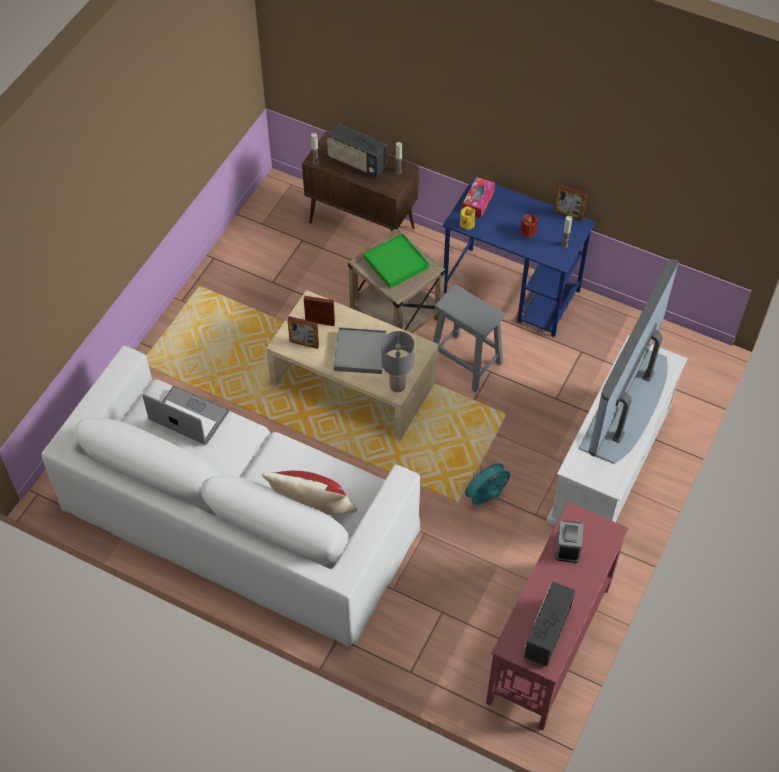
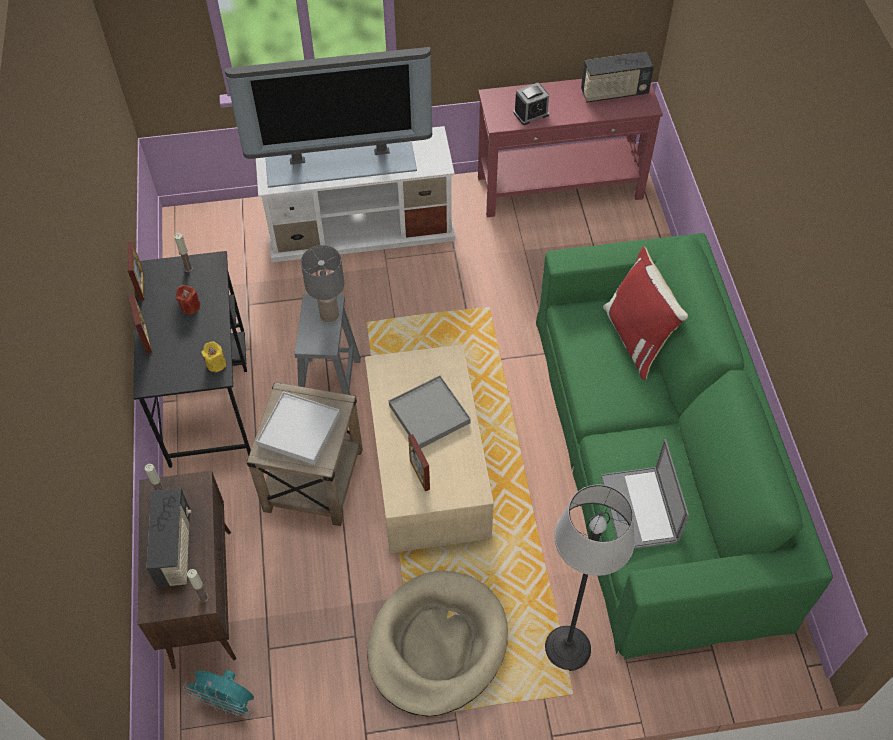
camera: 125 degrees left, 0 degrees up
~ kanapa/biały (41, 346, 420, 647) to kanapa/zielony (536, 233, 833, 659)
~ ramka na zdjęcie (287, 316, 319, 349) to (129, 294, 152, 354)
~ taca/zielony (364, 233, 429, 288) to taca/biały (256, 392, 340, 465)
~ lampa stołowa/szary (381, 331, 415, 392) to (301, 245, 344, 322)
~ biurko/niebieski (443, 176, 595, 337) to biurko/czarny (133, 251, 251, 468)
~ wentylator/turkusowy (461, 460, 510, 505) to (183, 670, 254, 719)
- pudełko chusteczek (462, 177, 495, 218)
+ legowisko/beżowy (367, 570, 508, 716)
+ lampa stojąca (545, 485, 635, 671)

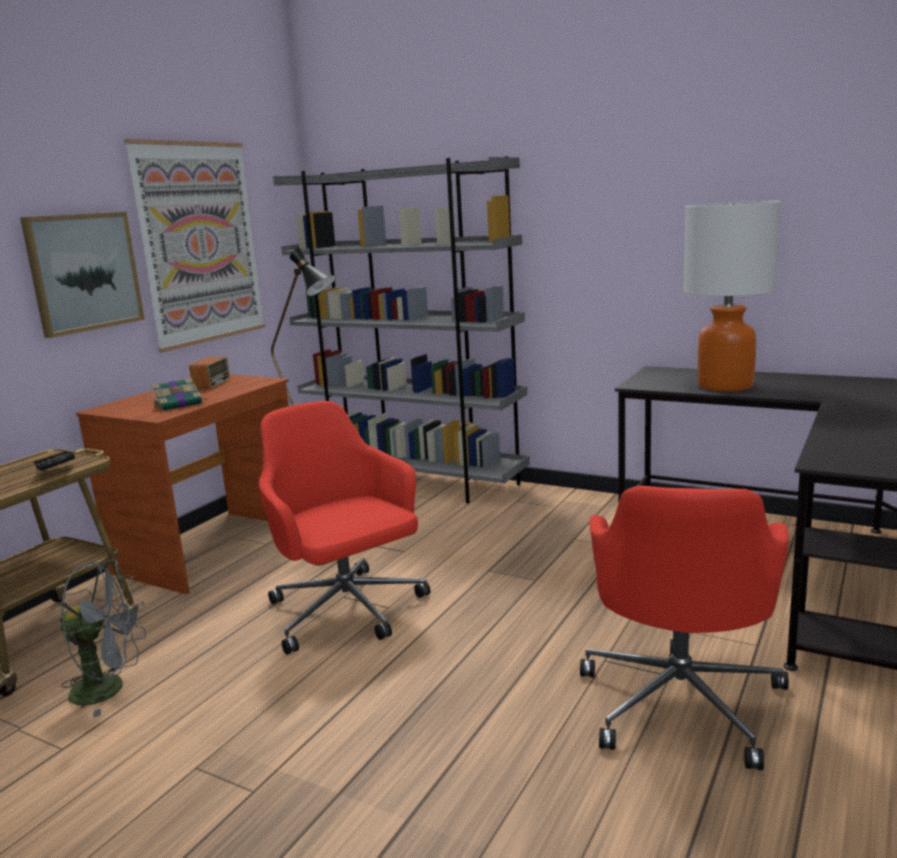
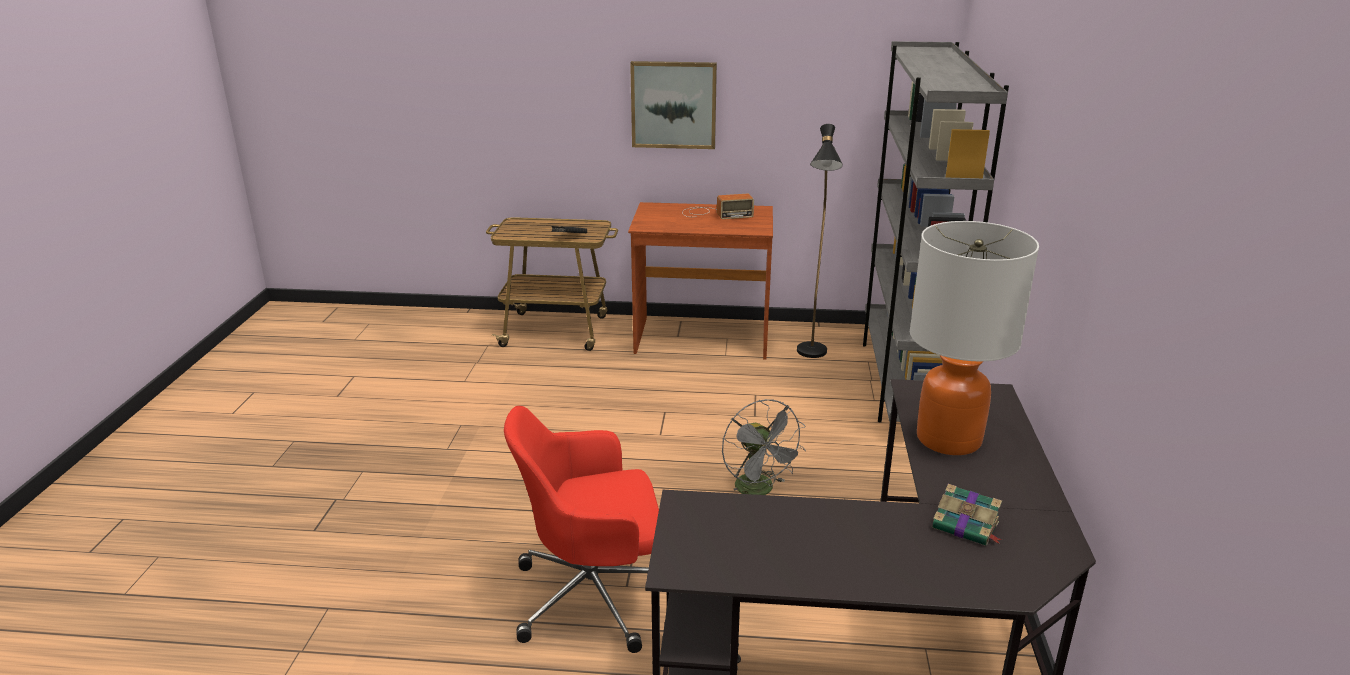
camera: 65 degrees right, 10 degrees up
~ wentylator/szary (59, 559, 146, 718) to (722, 399, 806, 495)
- obraz (124, 139, 265, 352)
~ książka (152, 378, 207, 411) to (932, 484, 1002, 546)
- krzesło biurowe/czerwony (259, 401, 430, 655)

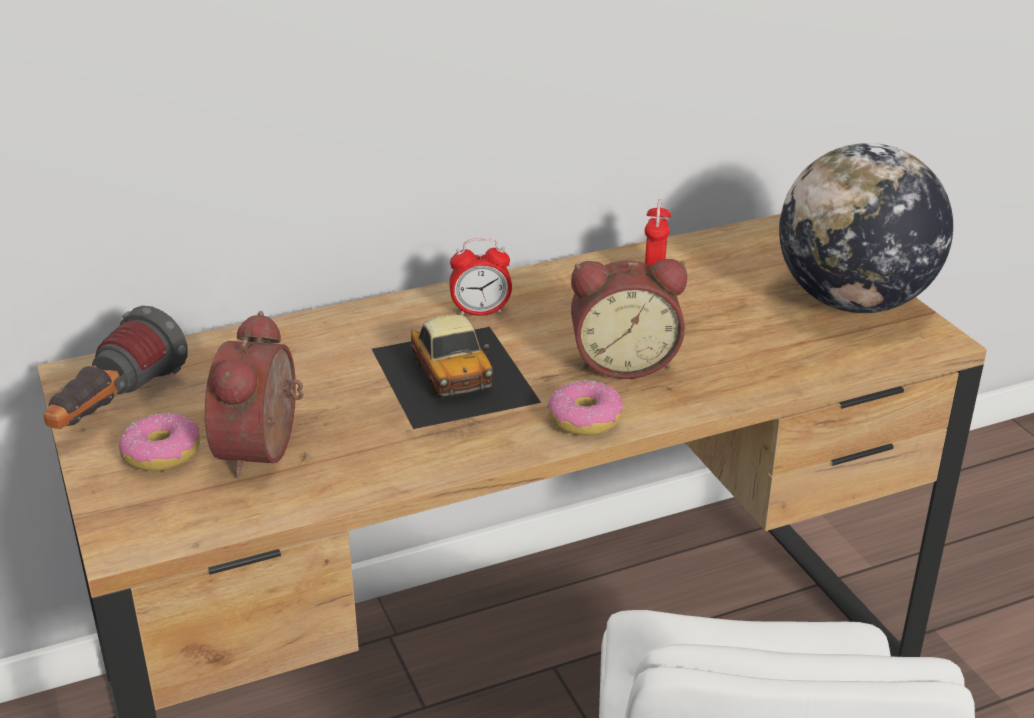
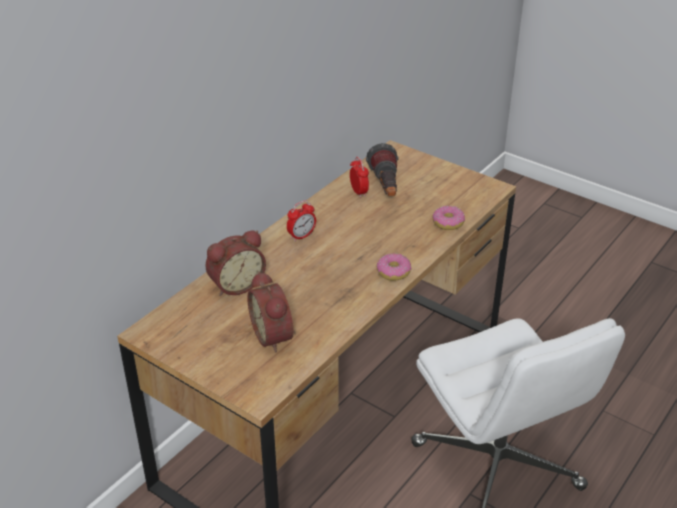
camera: 30 degrees left, 5 degrees up
~ latarka (44, 306, 188, 429) to (366, 143, 398, 196)
~ donut (119, 413, 200, 471) to (433, 206, 465, 230)
- samochodzik (372, 315, 541, 429)
~ budzik (571, 259, 687, 379) to (206, 230, 266, 296)
- globus (779, 143, 953, 313)

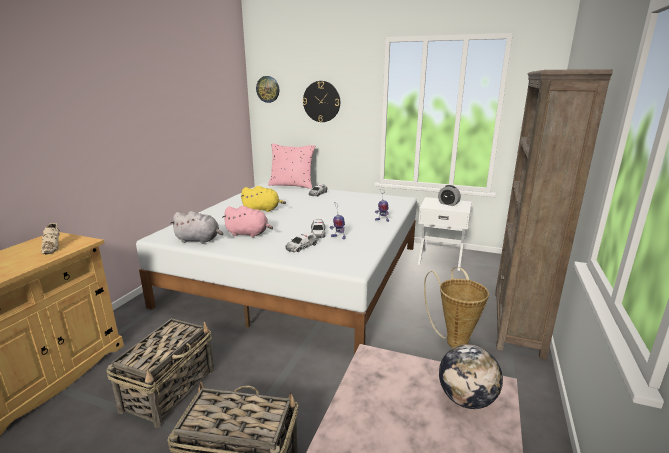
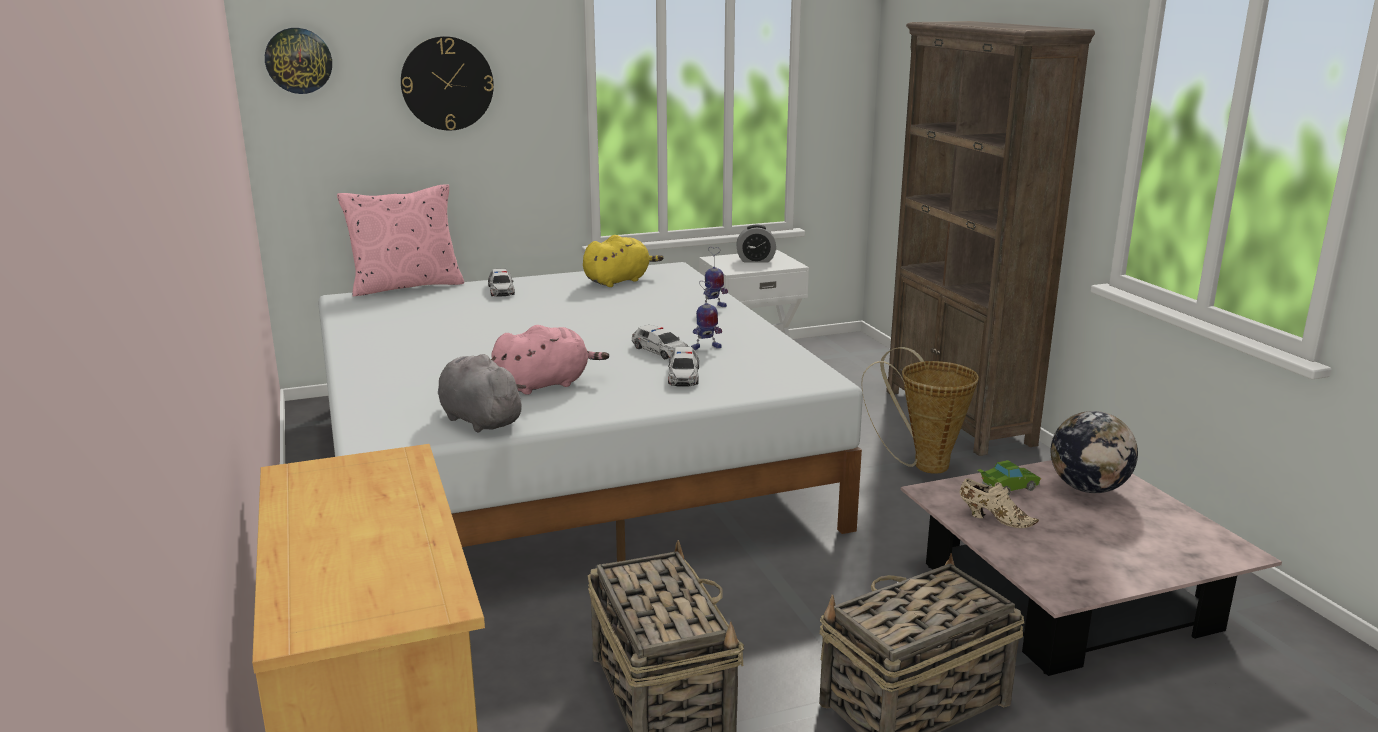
camera: 40 degrees left, 0 degrees up
~ but/beżowy (41, 223, 60, 255) to (960, 478, 1039, 528)
~ pluszak/szary (170, 211, 223, 244) = (438, 354, 526, 433) 105 degrees counterclockwise
~ pluszak/żółty (241, 186, 286, 212) to (583, 235, 664, 287)
+ samochodzik/zielony (977, 460, 1041, 495)

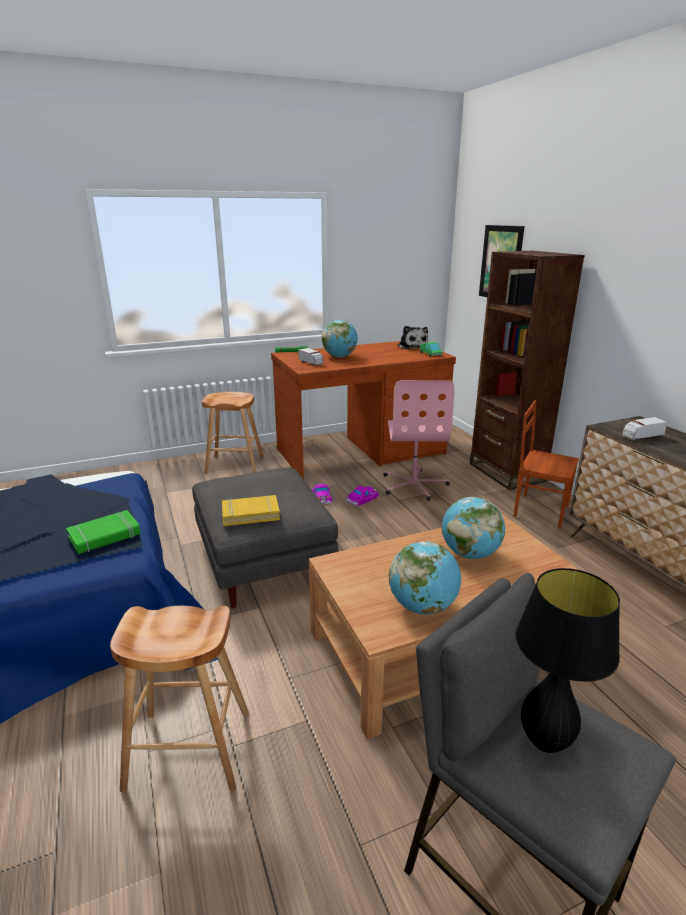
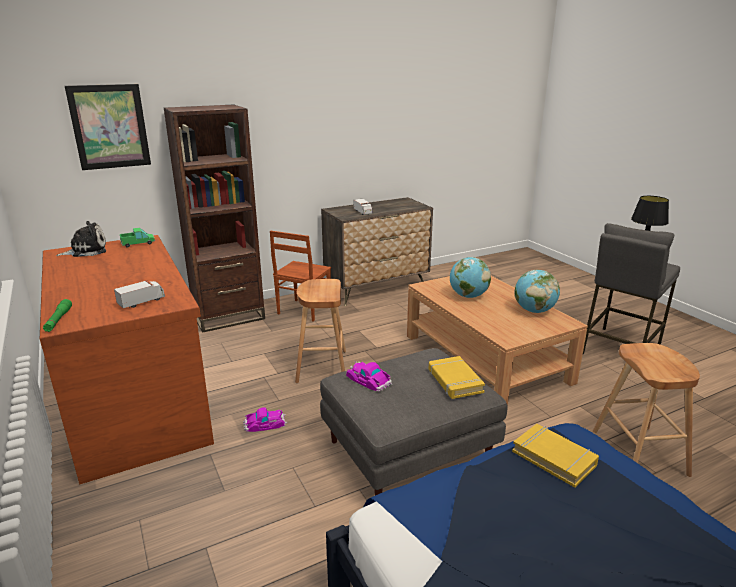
camera: 95 degrees left, 0 degrees up
~ książka/zielony (66, 510, 141, 554) to książka/żółty (512, 424, 599, 488)
~ stołek/brązowy (202, 392, 264, 473) to (295, 279, 346, 383)
- globus (322, 320, 358, 357)
~ samochodzik (346, 486, 379, 506) to (346, 361, 393, 391)
- krzesło biurowe/różowy (383, 380, 454, 501)

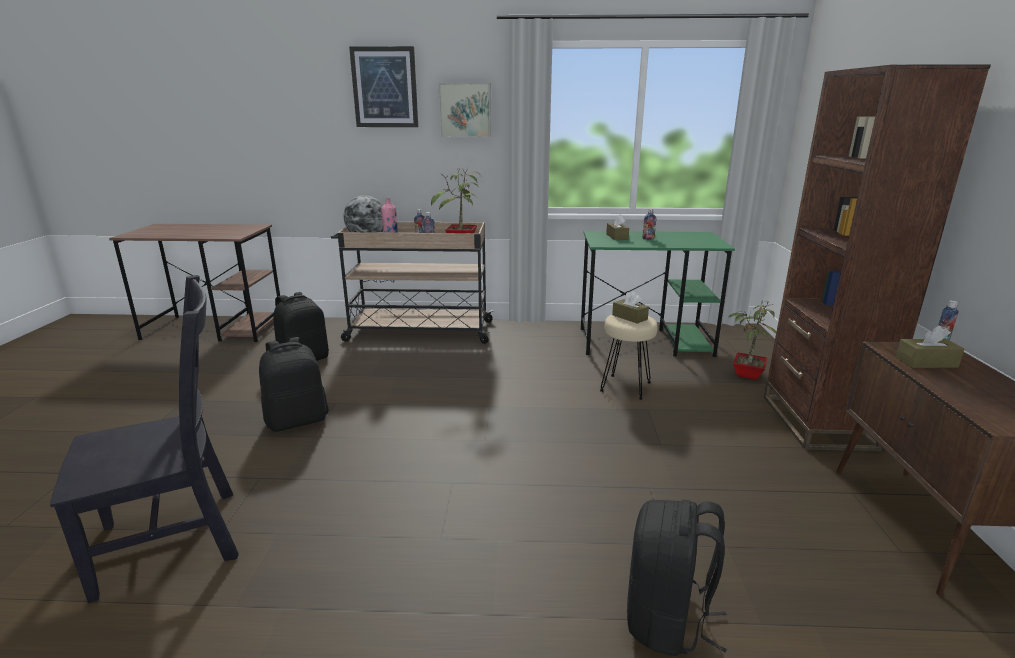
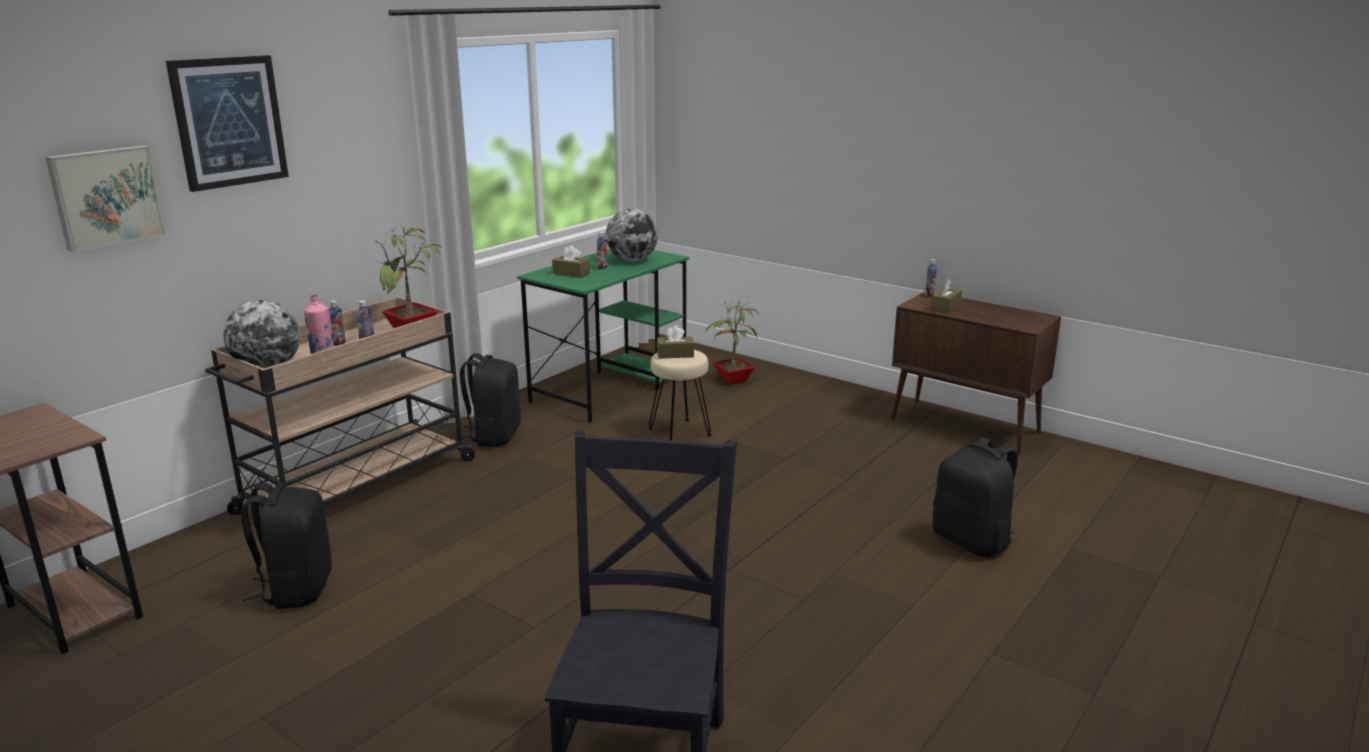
camera: 55 degrees left, 0 degrees up
~ plecak/czarny (259, 337, 329, 432) to (460, 353, 521, 447)
~ obraz (438, 83, 491, 137) to (46, 146, 166, 252)
- regał/brązowy (764, 64, 991, 451)
+ globus (606, 209, 658, 262)

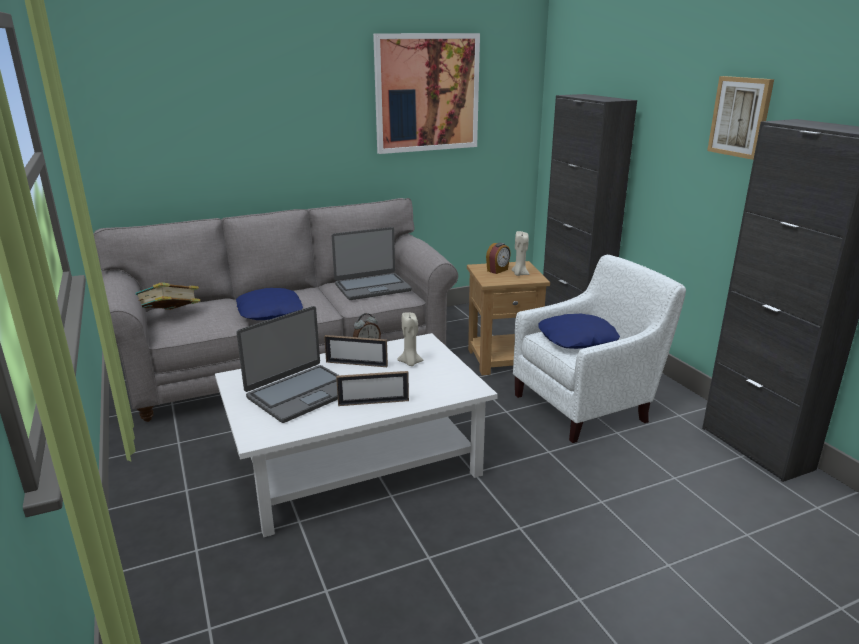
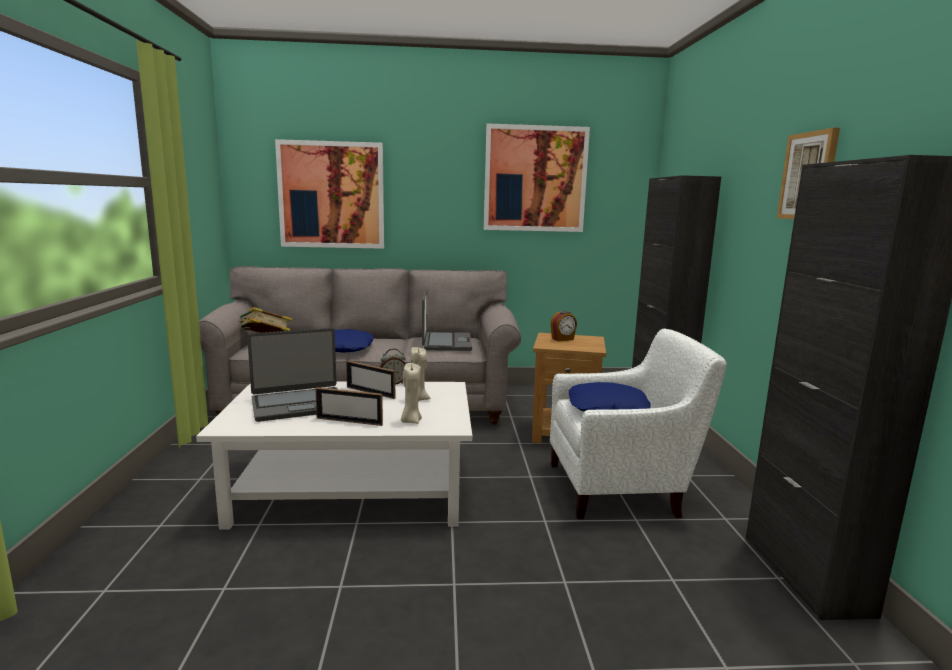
camera: 20 degrees right, 10 degrees down
~ laptop (332, 227, 412, 300) = (422, 289, 472, 351) 90 degrees counterclockwise
~ świeca/beżowy (512, 231, 529, 276) to (401, 363, 422, 424)
+ obraz (275, 139, 384, 249)

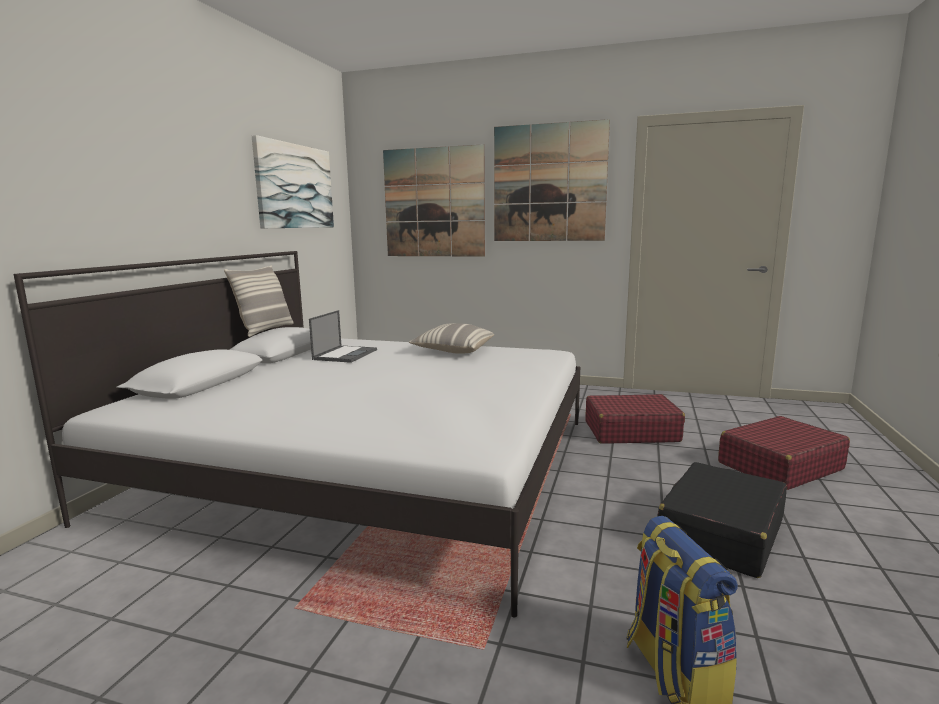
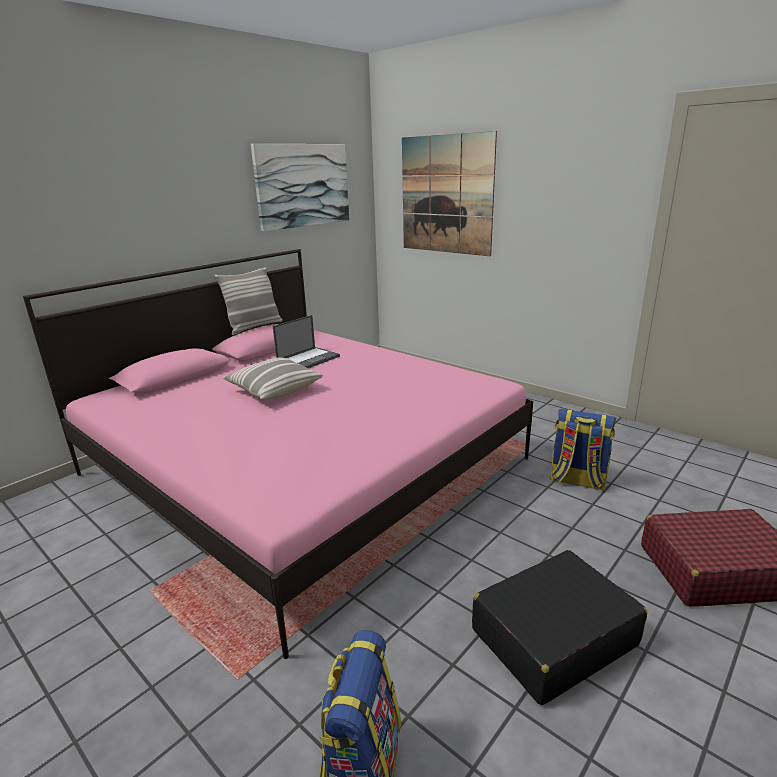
camera: 25 degrees right, 10 degrees up
~ łóżko/biały (14, 251, 580, 617) to łóżko/różowy (23, 249, 533, 659)
~ poduszka (409, 323, 494, 353) to (223, 357, 323, 400)
- obraz (494, 119, 610, 241)
~ walizka/czerwony (585, 394, 685, 443) to plecak (550, 409, 616, 491)

